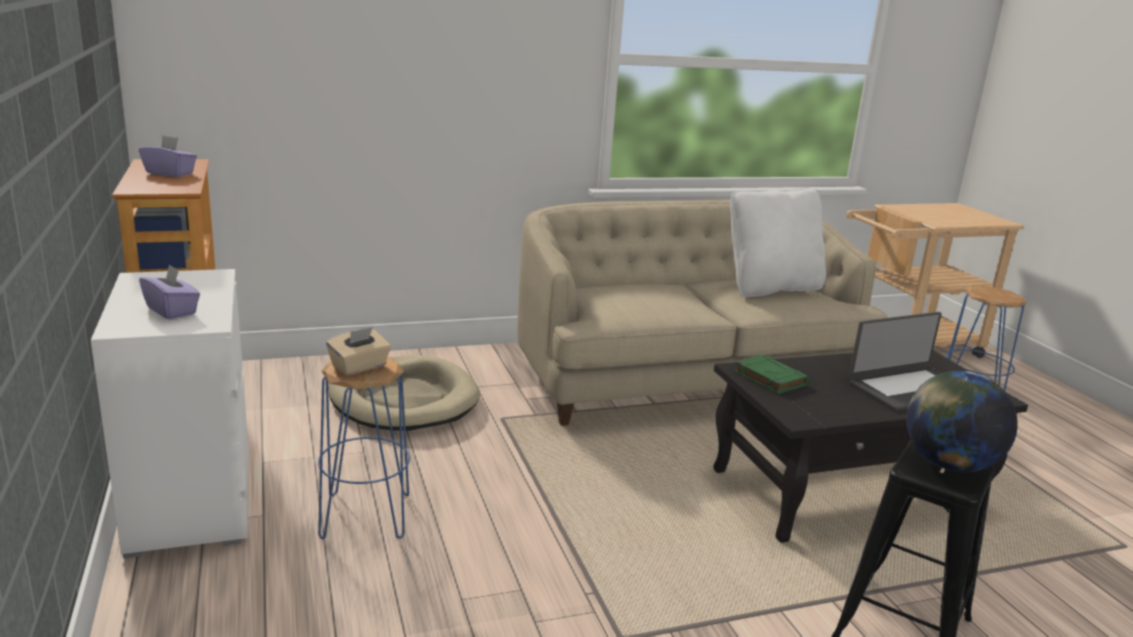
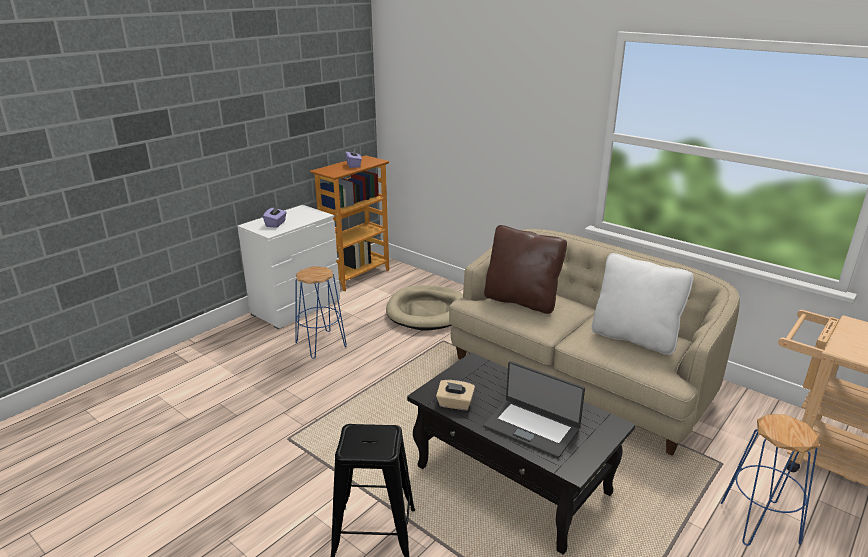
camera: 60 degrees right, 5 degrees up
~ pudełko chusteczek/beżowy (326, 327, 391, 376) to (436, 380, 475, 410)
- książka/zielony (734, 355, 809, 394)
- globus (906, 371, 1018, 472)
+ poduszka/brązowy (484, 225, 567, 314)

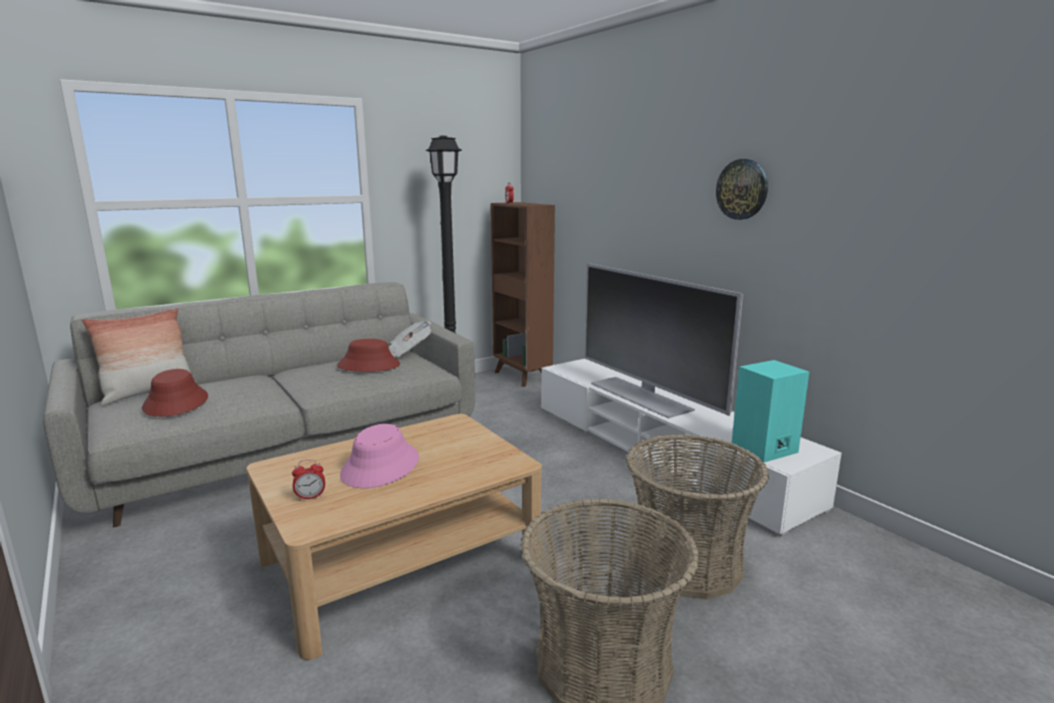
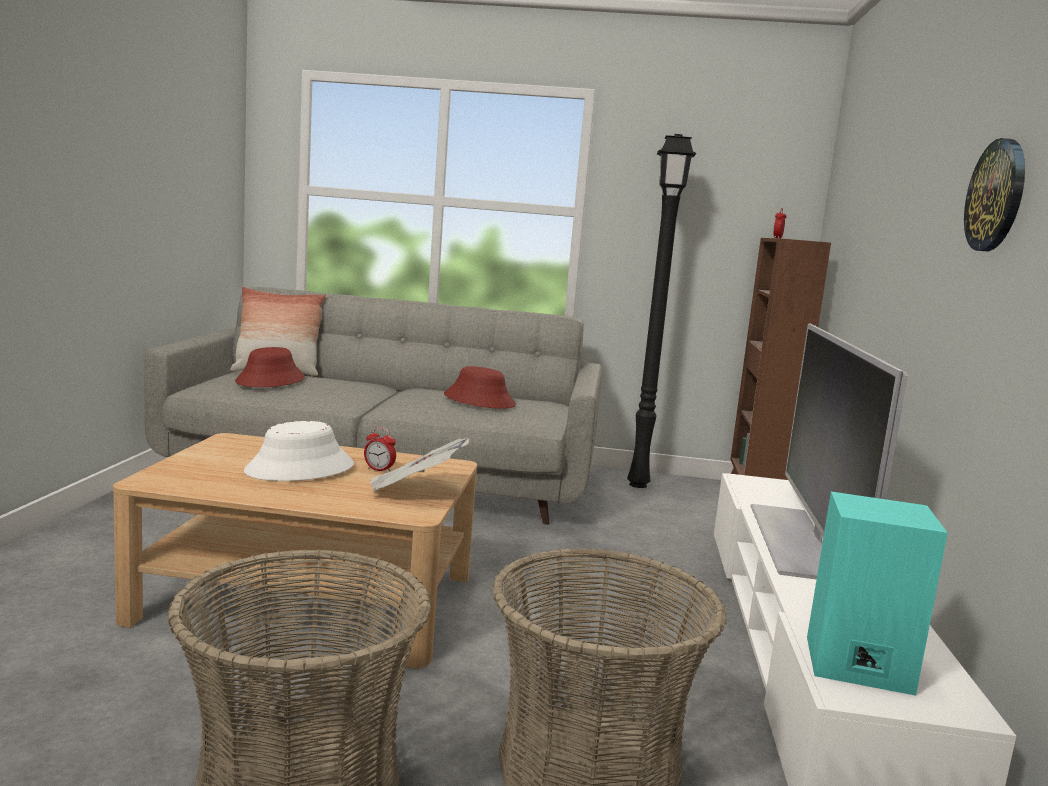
camera: 40 degrees right, 5 degrees down
~ budzik (292, 459, 325, 501) to (364, 427, 396, 473)
~ kapelusz/różowy (340, 424, 419, 488) to kapelusz/biały (244, 421, 354, 481)
~ gazeta (389, 321, 432, 357) to (370, 438, 469, 492)

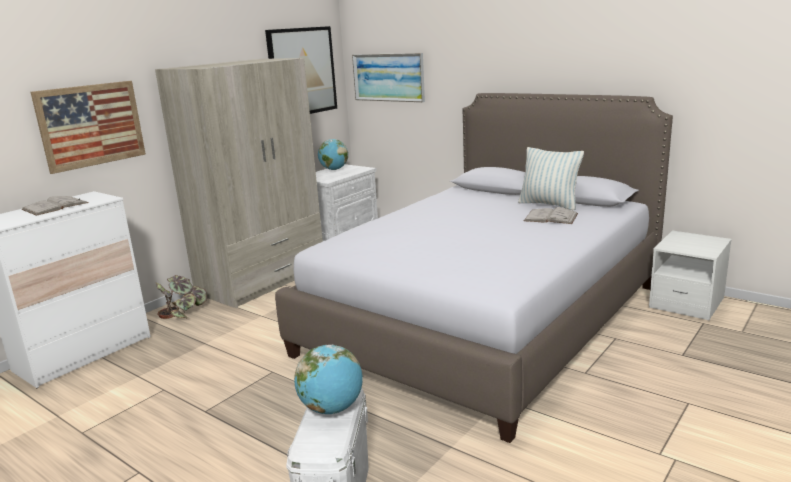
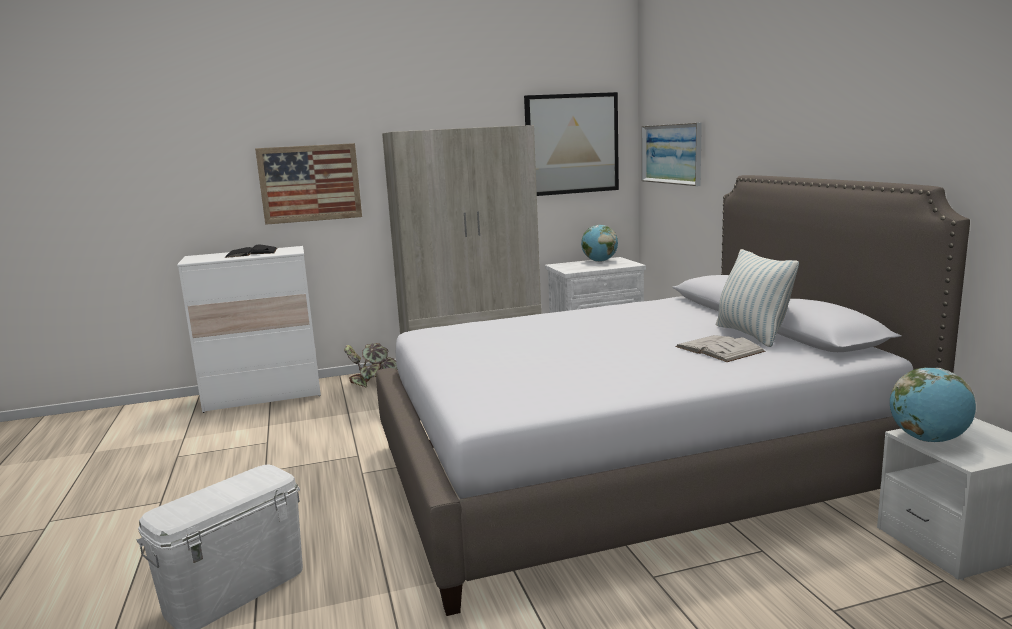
camera: 35 degrees right, 5 degrees down
~ książka/biały (21, 196, 89, 216) to książka/czarny (225, 244, 277, 258)
~ globus (294, 345, 363, 414) to (890, 368, 976, 442)

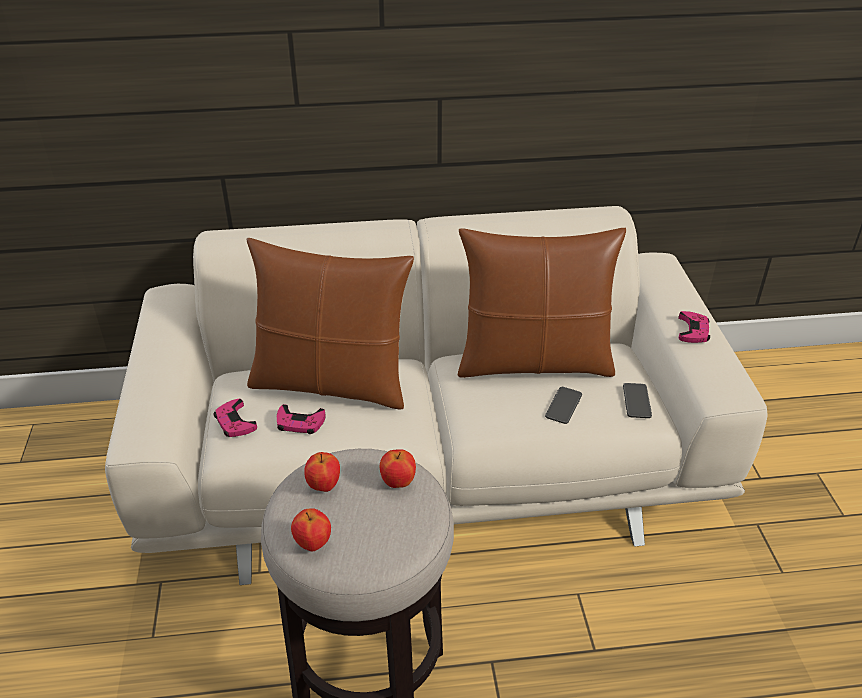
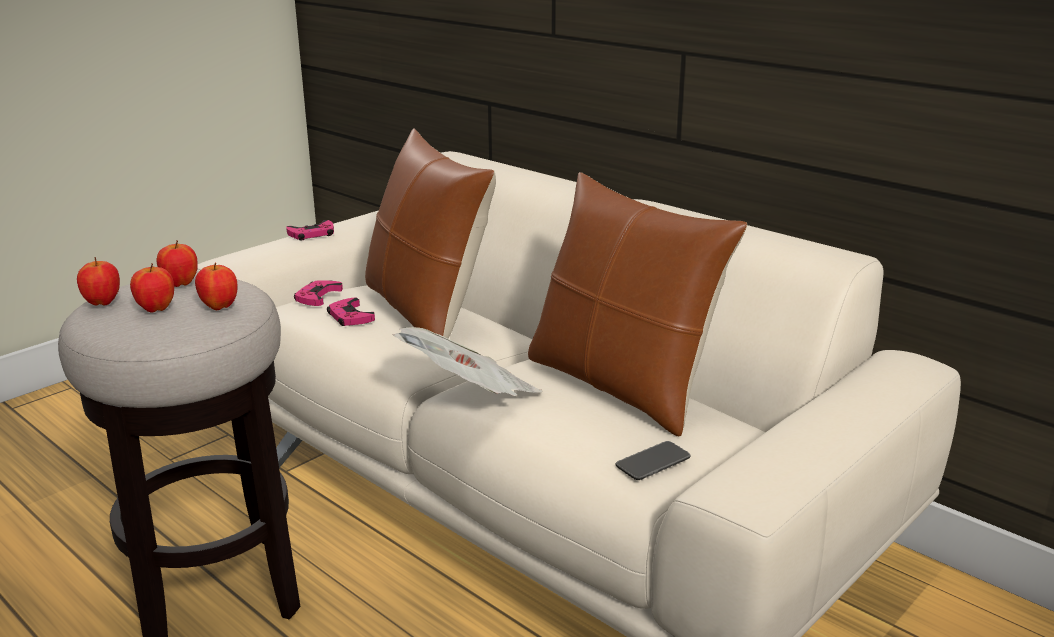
camera: 50 degrees right, 15 degrees down
- telefon (545, 387, 582, 424)
~ pad do gier/różowy (678, 311, 710, 343) to (286, 220, 334, 240)
+ jabłko (130, 263, 174, 313)
+ gazeta (393, 327, 543, 396)

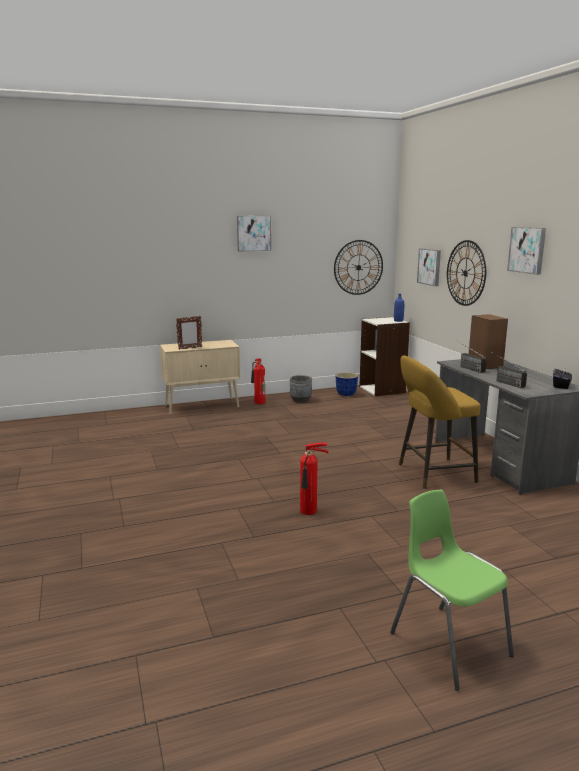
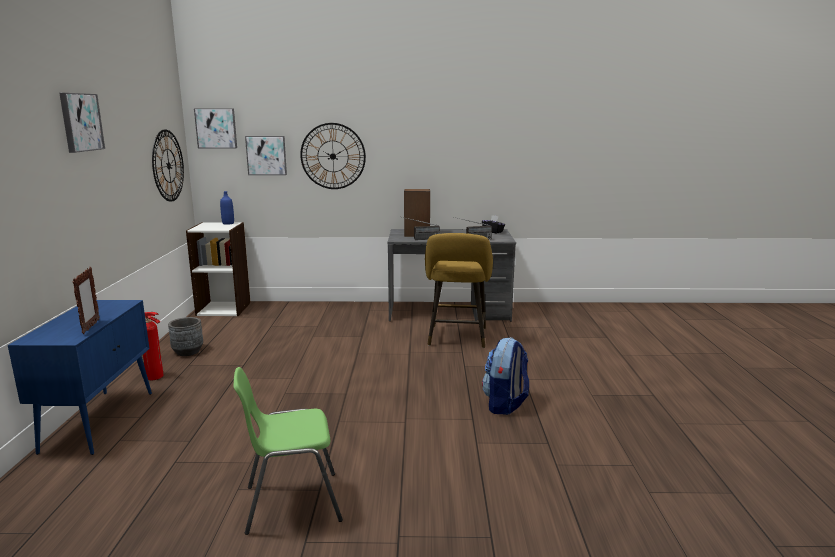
camera: 70 degrees left, 0 degrees up
~ szafka/beżowy (160, 340, 240, 415) to szafka/niebieski (8, 300, 152, 455)
~ gaśnica (300, 442, 329, 515) to plecak (482, 337, 529, 415)
- donica (335, 372, 358, 396)
~ krzesło/zielony (390, 490, 514, 691) to (234, 367, 343, 535)
~ obraz (507, 227, 546, 275) to (194, 108, 237, 148)

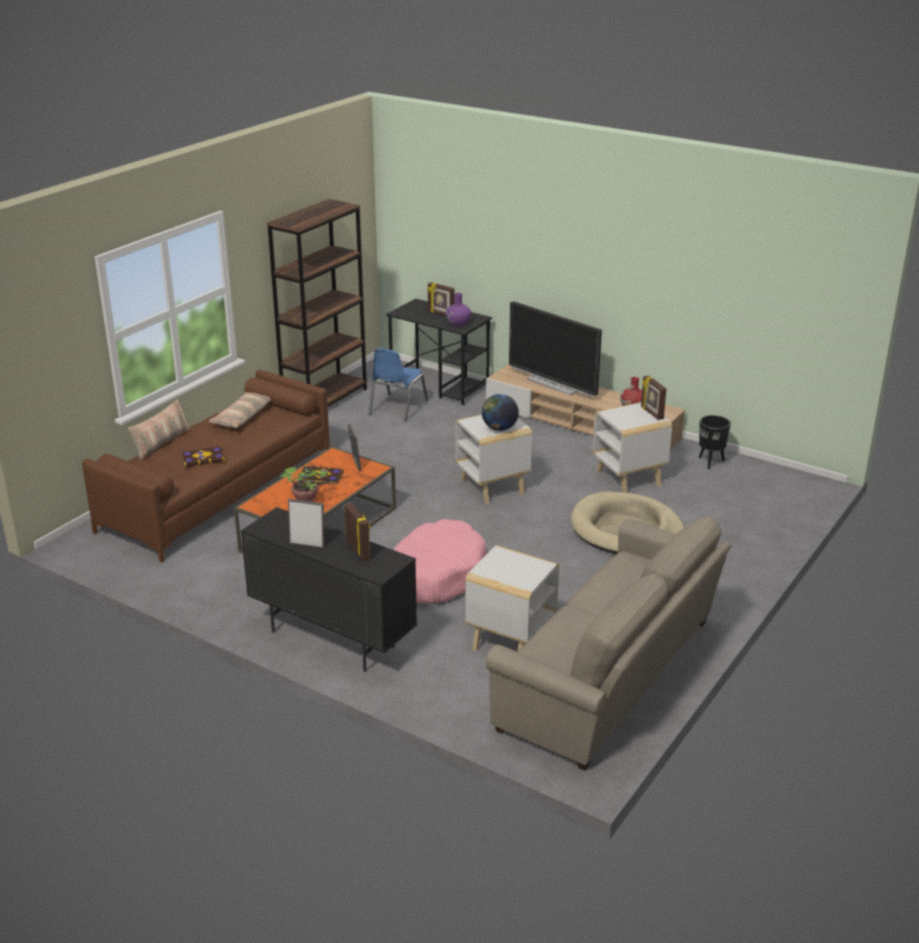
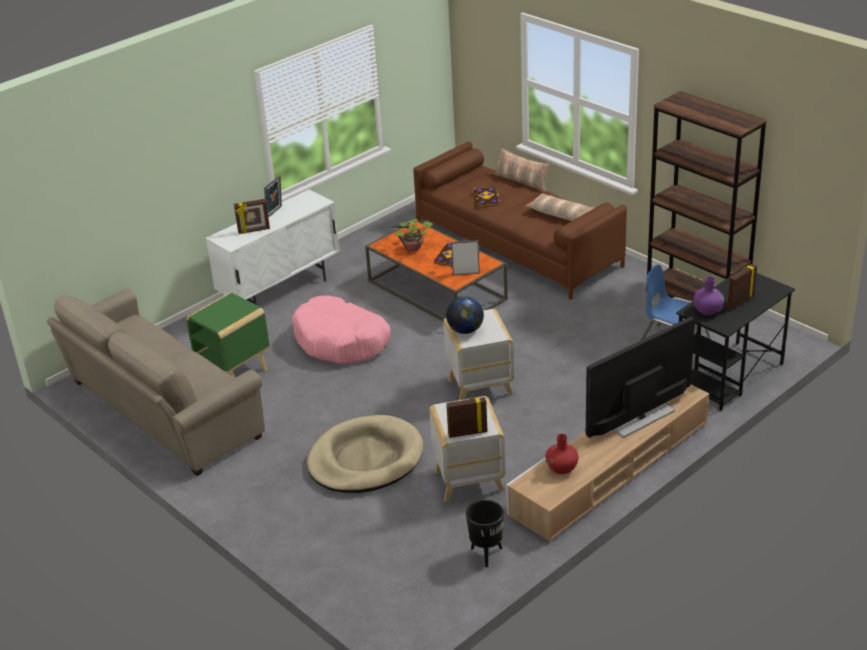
camera: 105 degrees right, 5 degrees up
~ szafka/czarny (241, 507, 417, 672) to szafka/biały (205, 190, 340, 305)
~ stolik/biały (466, 545, 559, 651) to stolik/zielony (186, 292, 270, 378)

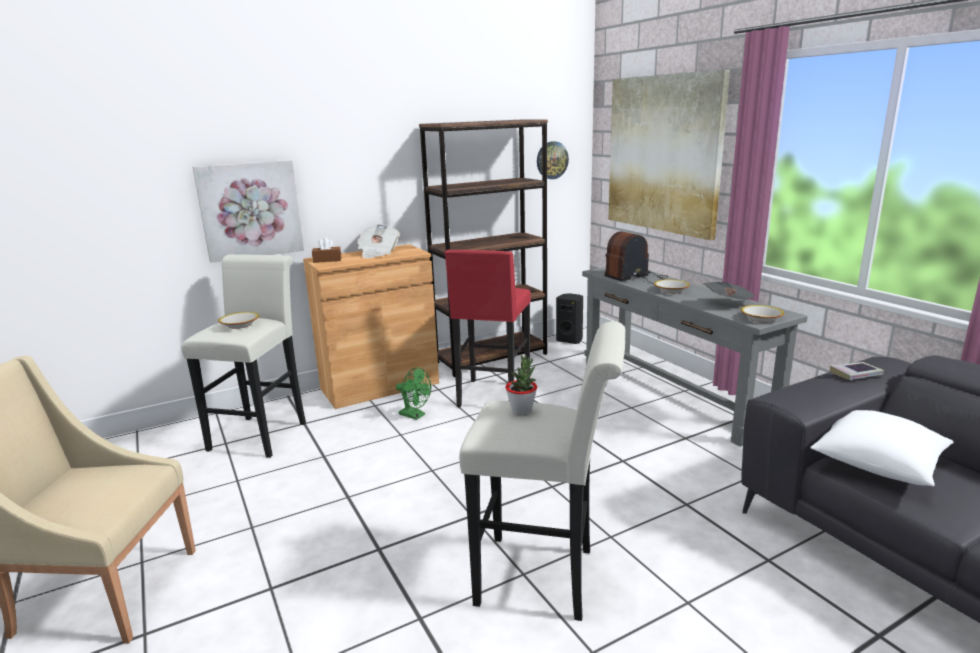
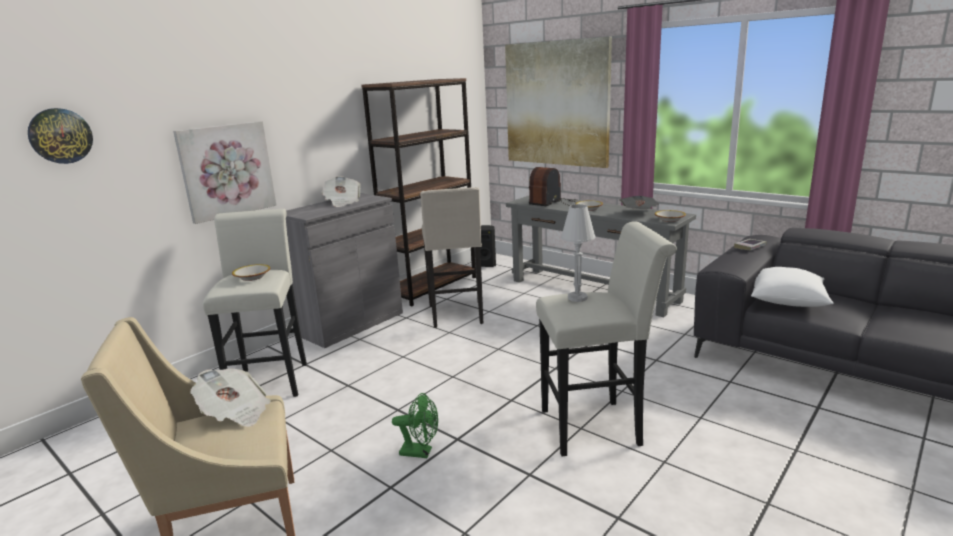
camera: 20 degrees left, 0 degrees up
~ szafka/brązowy (303, 244, 439, 409) to szafka/szary (286, 193, 403, 348)
- pudełko chusteczek/brązowy (312, 237, 341, 263)
~ wentylator/zielony (396, 367, 431, 420) to (392, 393, 438, 458)
~ stołek/czerwony (445, 250, 531, 407) to stołek/beżowy (420, 187, 483, 328)
~ roślina doniczkowa (506, 355, 537, 415) to lampa stołowa/biały (561, 204, 595, 302)
~ zegar ścienny (537, 141, 569, 179) to (28, 108, 93, 164)
+ gazeta (191, 368, 271, 427)

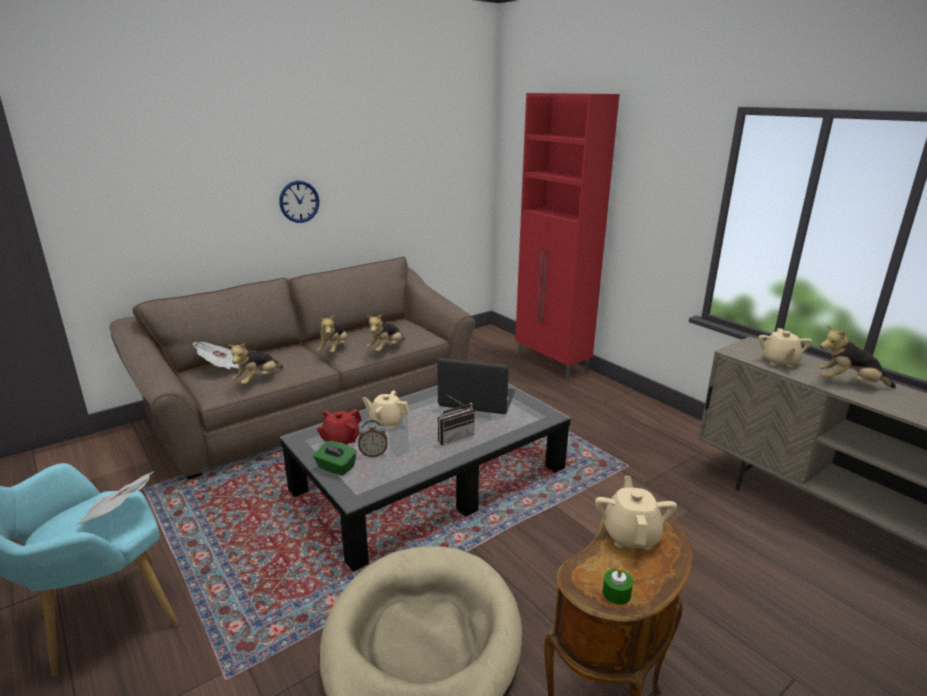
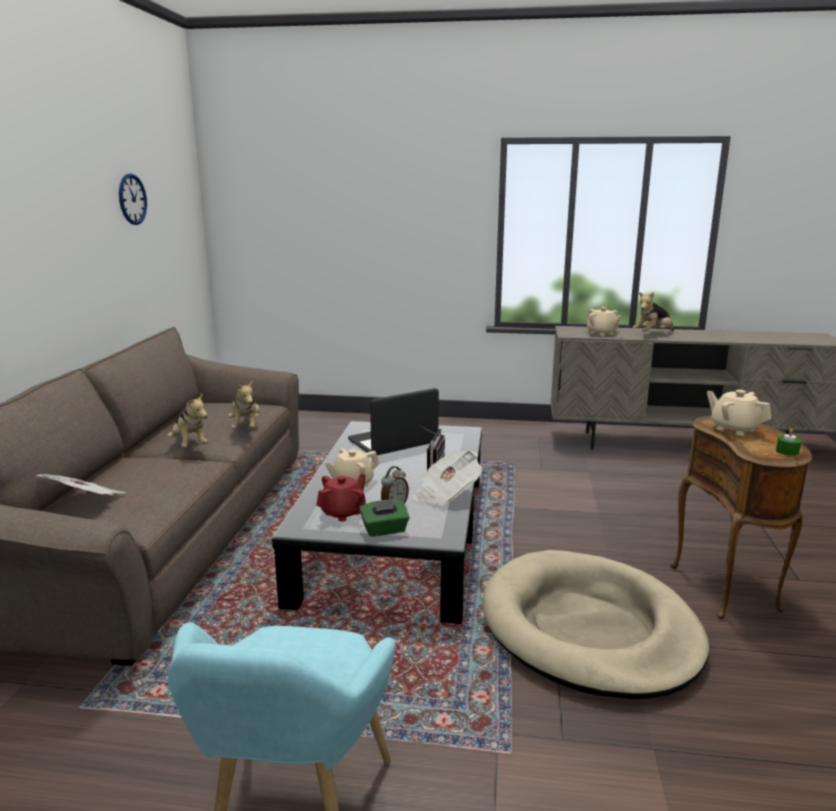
camera: 45 degrees left, 5 degrees down
~ gazeta (75, 471, 154, 526) to (412, 450, 482, 506)
- pluszak (228, 343, 283, 385)
~ zegar ścienny (279, 181, 319, 223) to (119, 174, 147, 225)
~ imbryk/czerwony (317, 409, 362, 445) = (316, 474, 366, 522) 135 degrees counterclockwise
- szafka/czerwony (515, 93, 620, 380)

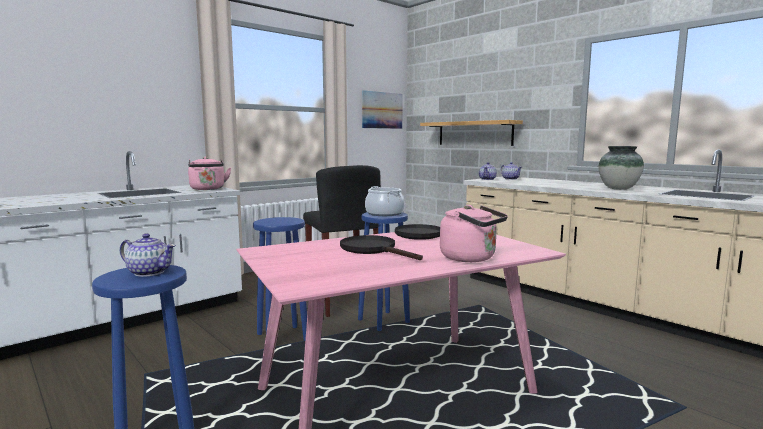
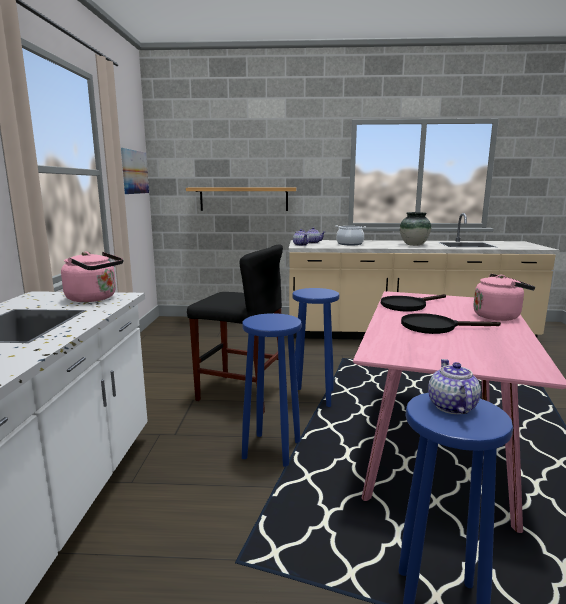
camera: 45 degrees left, 5 degrees up
~ imbryk (120, 233, 176, 277) = (428, 359, 481, 414) 60 degrees counterclockwise
~ garnek (365, 186, 405, 216) to (335, 226, 366, 245)

